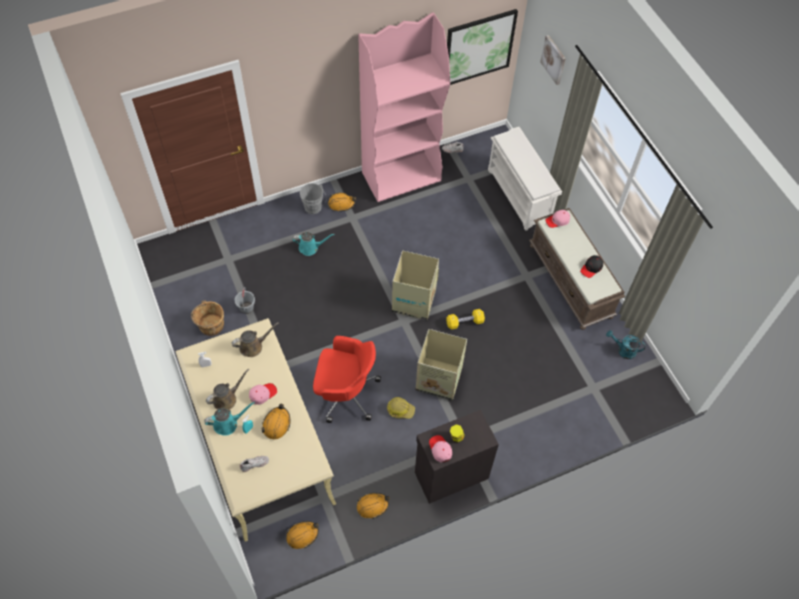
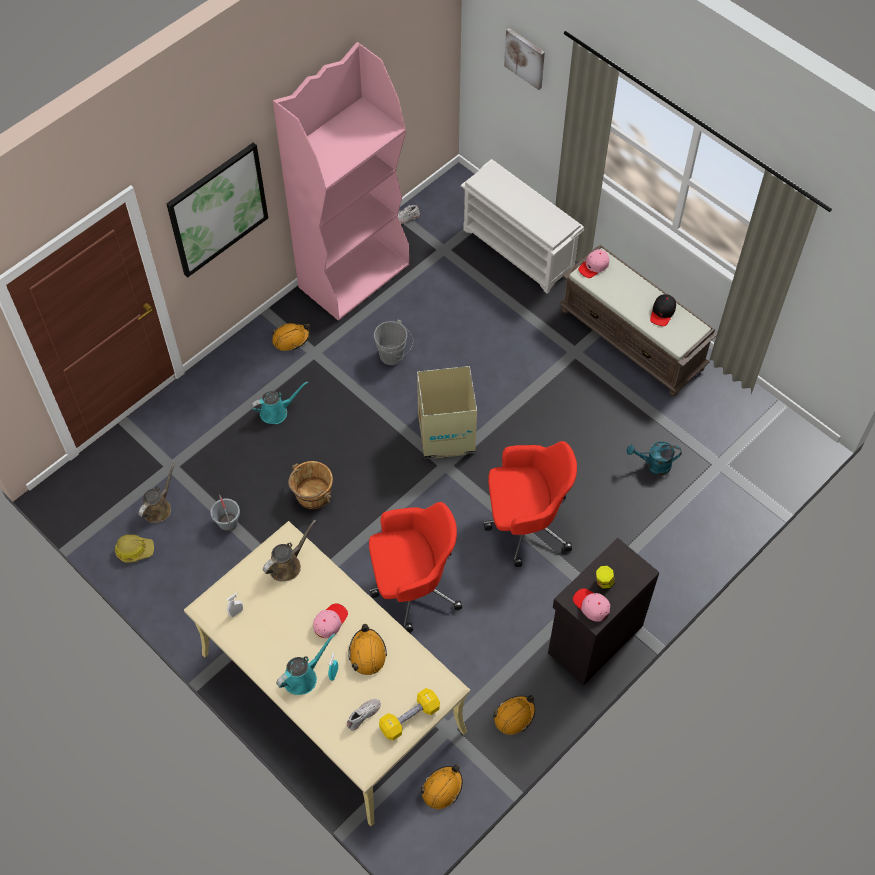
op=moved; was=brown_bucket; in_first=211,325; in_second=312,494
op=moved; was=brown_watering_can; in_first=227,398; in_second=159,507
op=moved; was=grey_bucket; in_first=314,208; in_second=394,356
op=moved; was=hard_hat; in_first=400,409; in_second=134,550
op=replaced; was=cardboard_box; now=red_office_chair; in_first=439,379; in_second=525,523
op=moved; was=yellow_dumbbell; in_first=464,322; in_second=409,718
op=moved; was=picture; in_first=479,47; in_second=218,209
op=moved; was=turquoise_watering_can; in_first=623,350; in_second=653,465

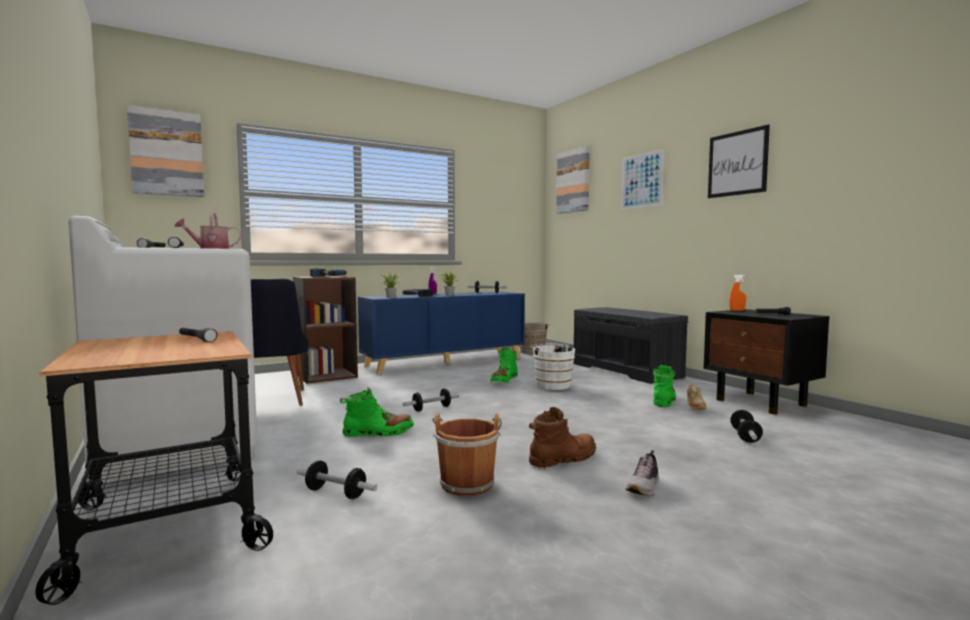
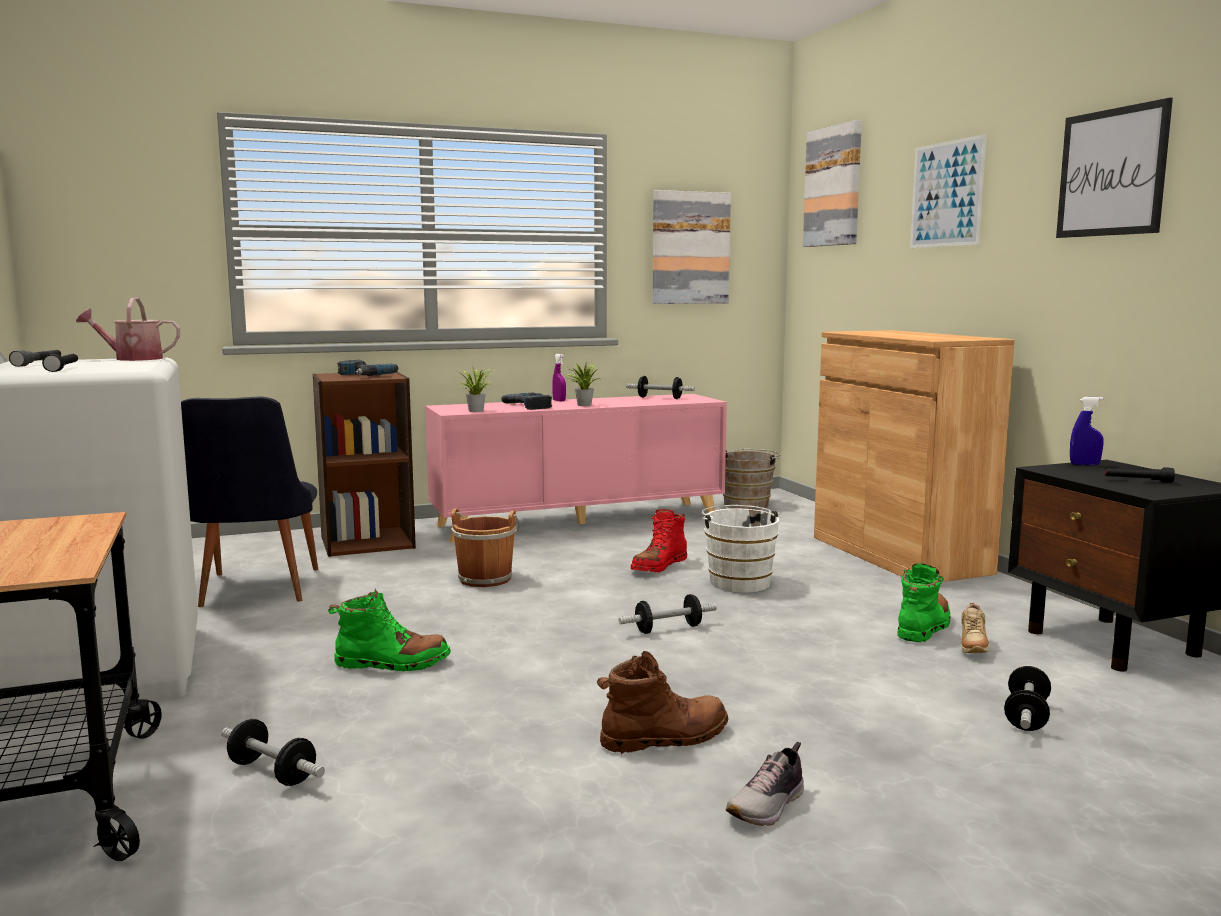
op=moved; was=picture; in_first=167,153; in_second=690,248
op=removed; was=grey_flashlight; in_first=196,340
op=recoloured; was=blue_cabinet; now=pink_cabinet; in_first=445,362; in_second=580,521
op=moved; was=dumbbell; in_first=431,408; in_second=668,629
op=moved; was=brown_bucket; in_first=466,483; in_second=485,578
op=recoloured; was=green_boot; now=red_boot; in_first=504,380; in_second=659,566
op=replaced; was=grey_bench; now=brown_cabinet; in_first=627,370; in_second=899,555
op=recoloured; was=orange_spray_bottle; now=blue_spray_bottle; in_first=737,310; in_second=1084,464

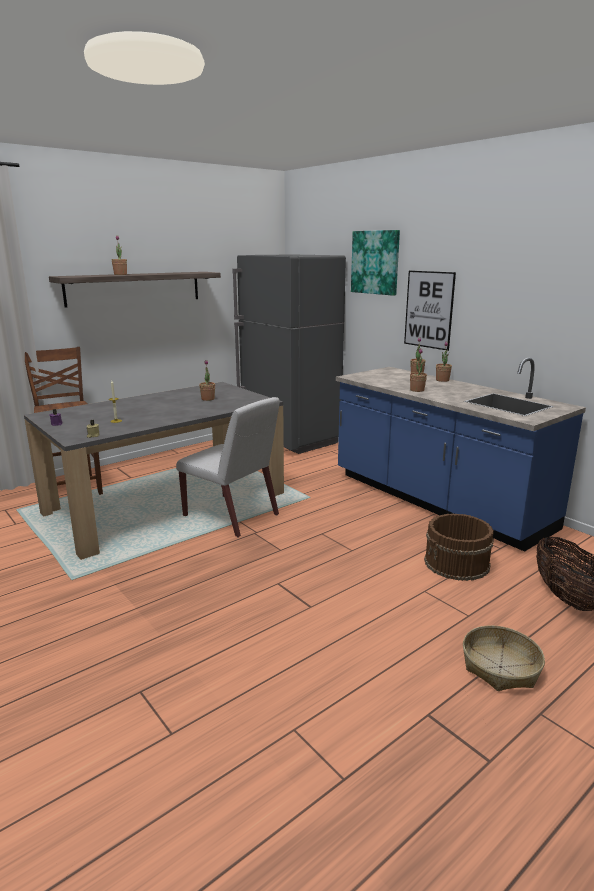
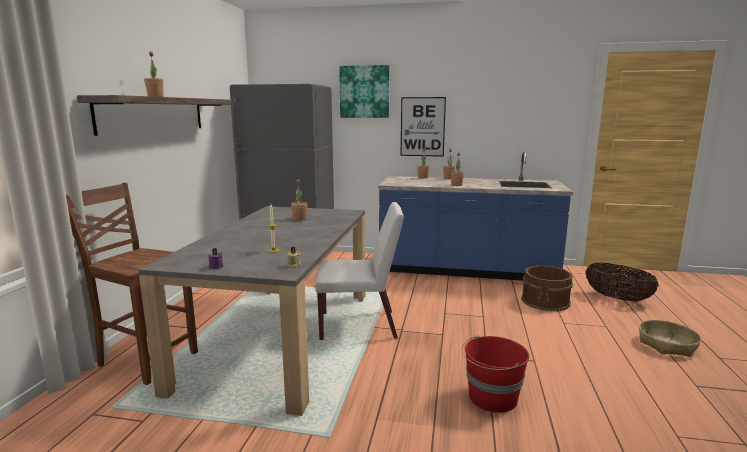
op=added; now=red_bucket; in_second=492,398

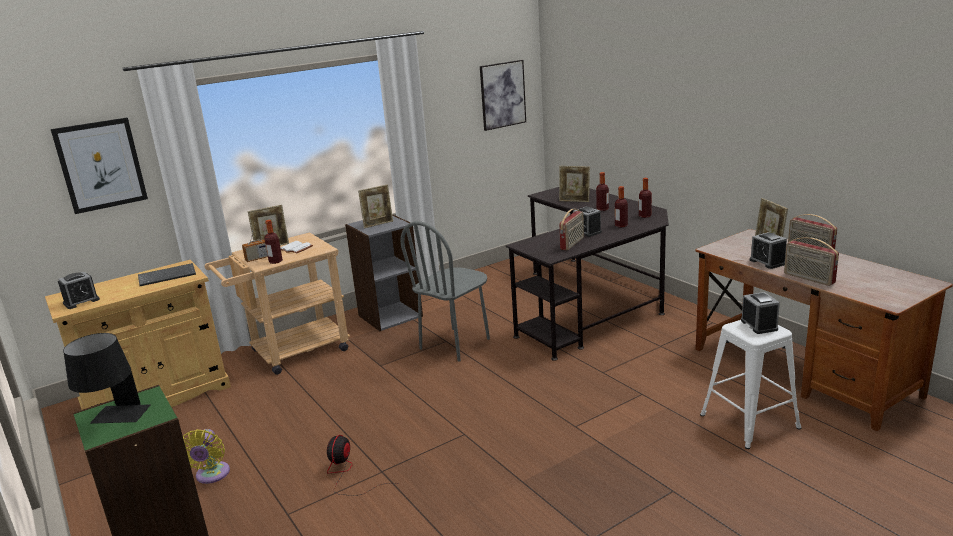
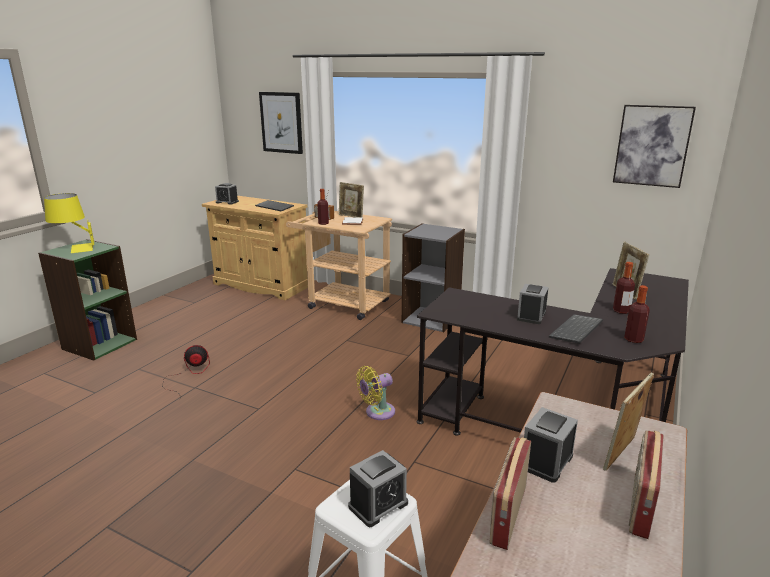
op=recoloured; was=black_table_lamp; now=yellow_table_lamp; in_first=115,420; in_second=74,248
op=moved; was=yellow_fan; in_first=211,475; in_second=377,412
op=removed; was=picture_frame; in_first=378,224
op=removed; was=grey_chair; in_first=455,344
op=removed; was=radio; in_first=572,243
op=replaced; was=bottle; now=keyboard; in_first=621,225; in_second=577,331

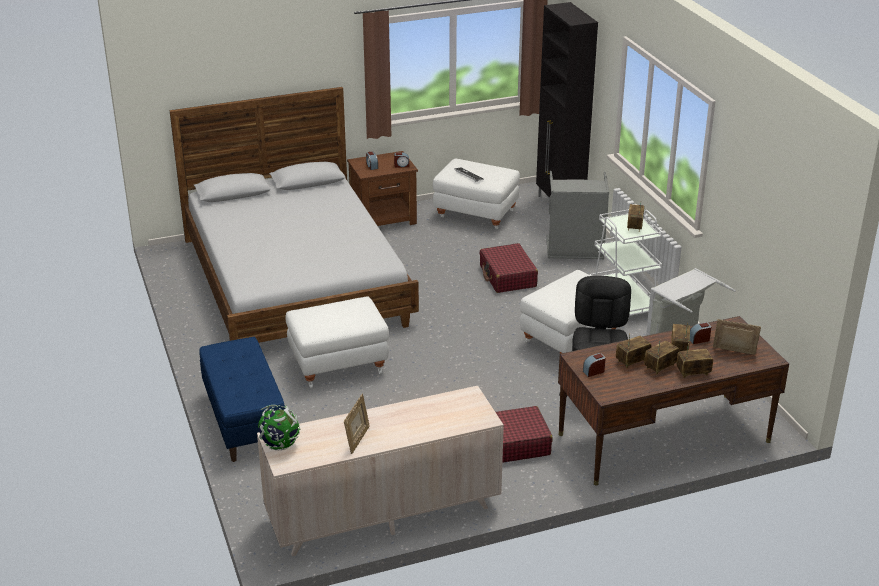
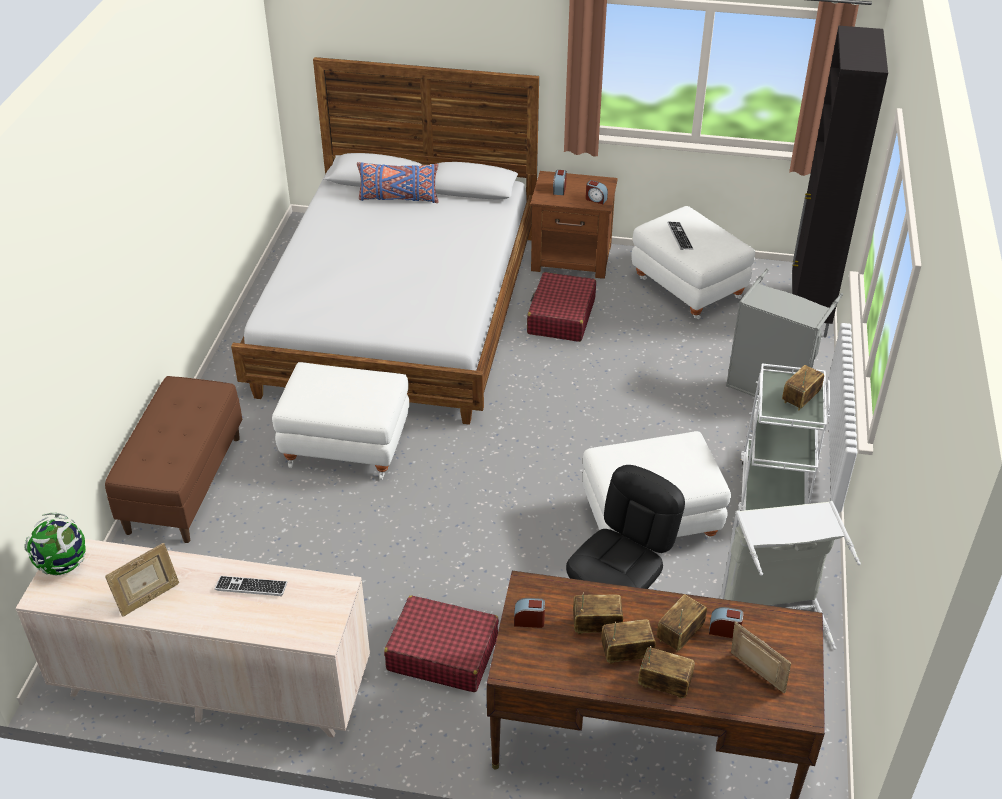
op=recoloured; was=blue_bench; now=brown_bench; in_first=244,421; in_second=184,483
op=moved; was=red_suitcase; in_first=507,276; in_second=561,317
op=added; now=keyboard; in_second=251,587
op=added; now=blue_pillow; in_second=398,198

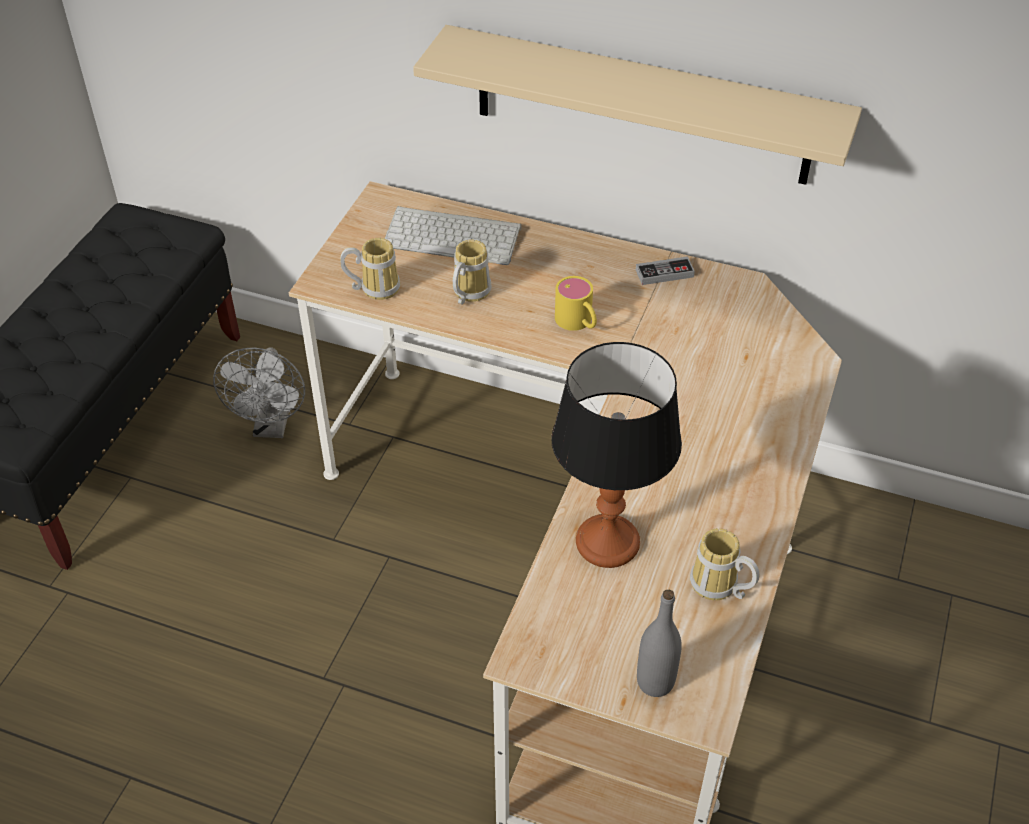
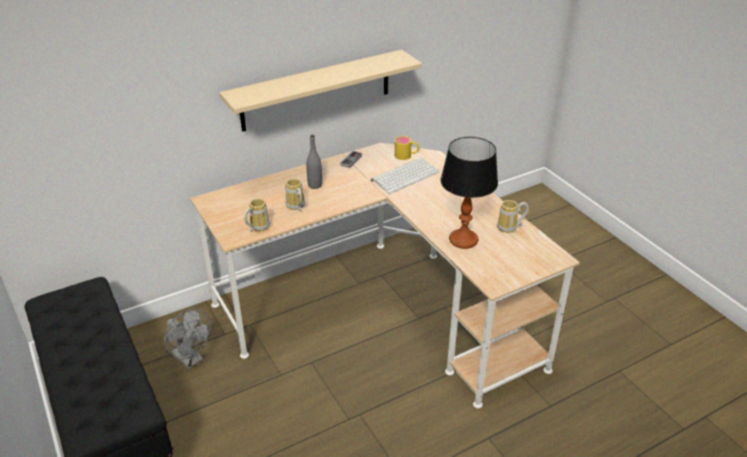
op=moved; was=keyboard; in_first=454,236; in_second=405,175
op=moved; was=yellow_mug; in_first=578,323; in_second=406,155
op=moved; was=grey_bottle; in_first=655,682; in_second=315,185

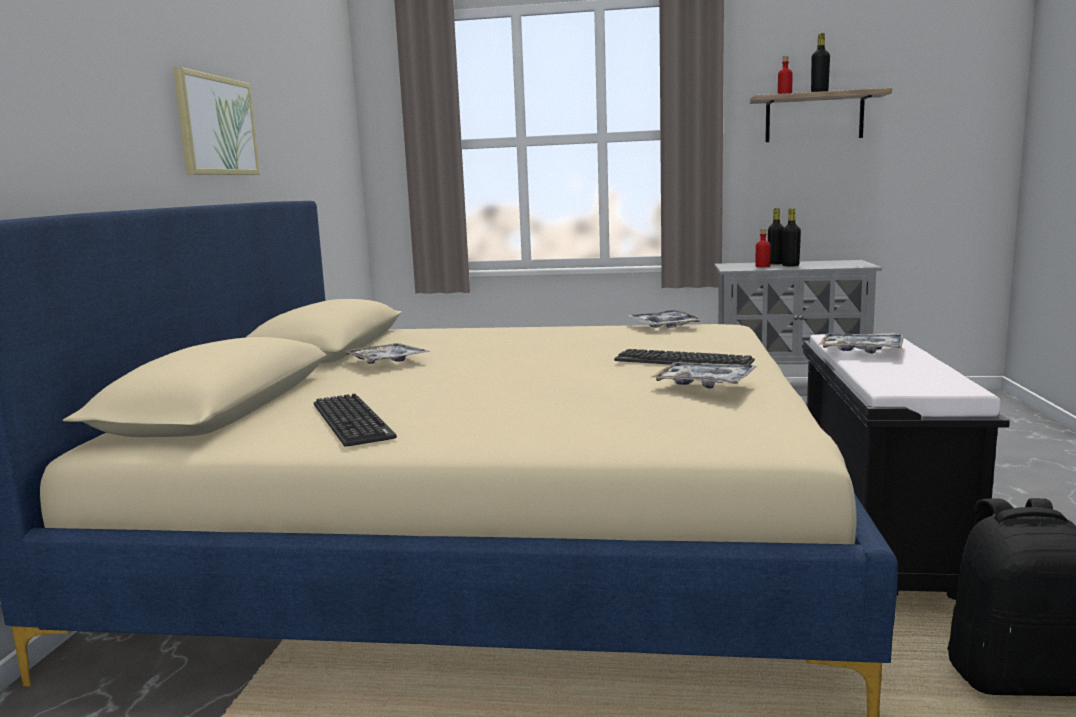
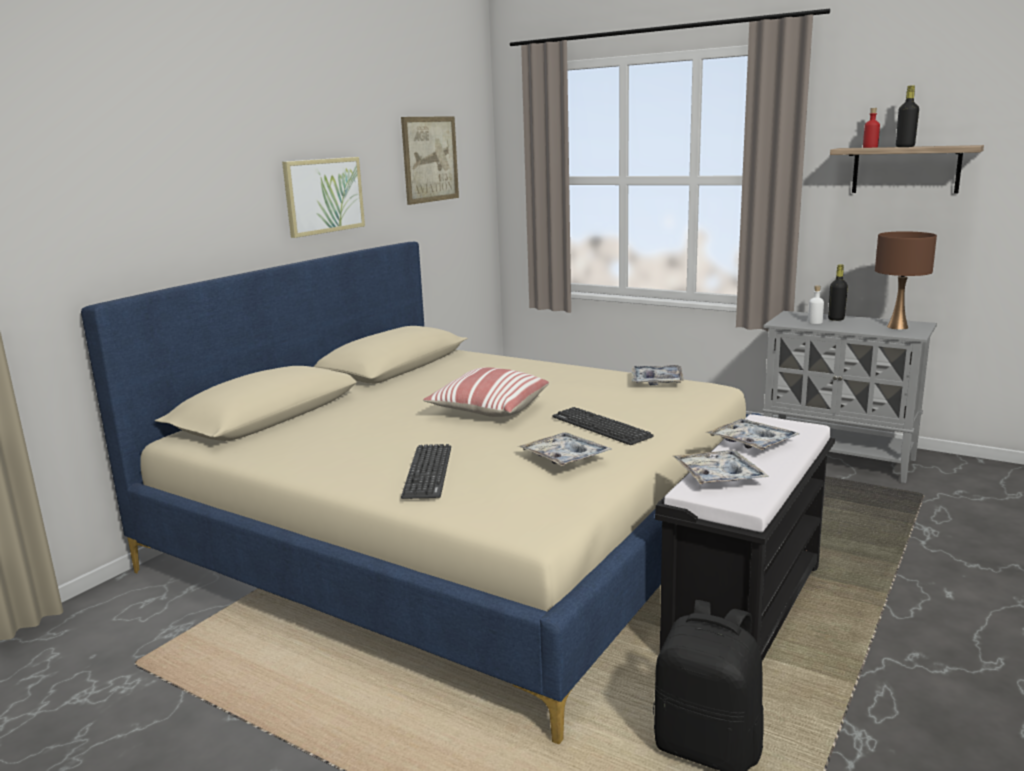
op=moved; was=keyboard; in_first=352,421; in_second=428,472
op=moved; was=tray; in_first=386,361; in_second=718,476
op=recoloured; was=red_bottle; now=white_bottle; in_first=762,266; in_second=815,322
op=removed; was=black_bottle; in_first=790,266
op=added; now=picture; in_second=430,159
op=added; now=pillow; in_second=488,409
op=added; now=brown_table_lamp; in_second=898,327

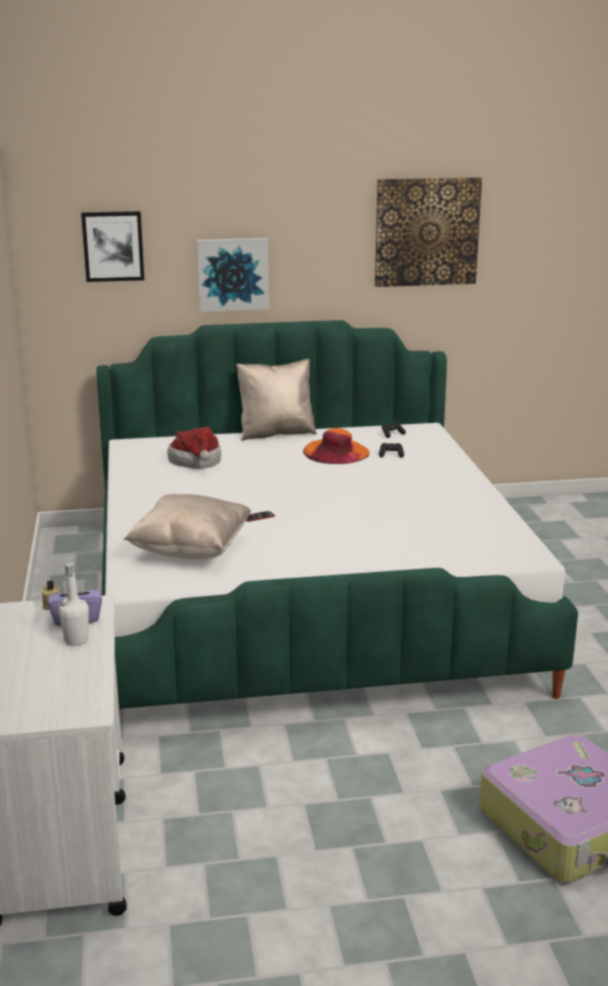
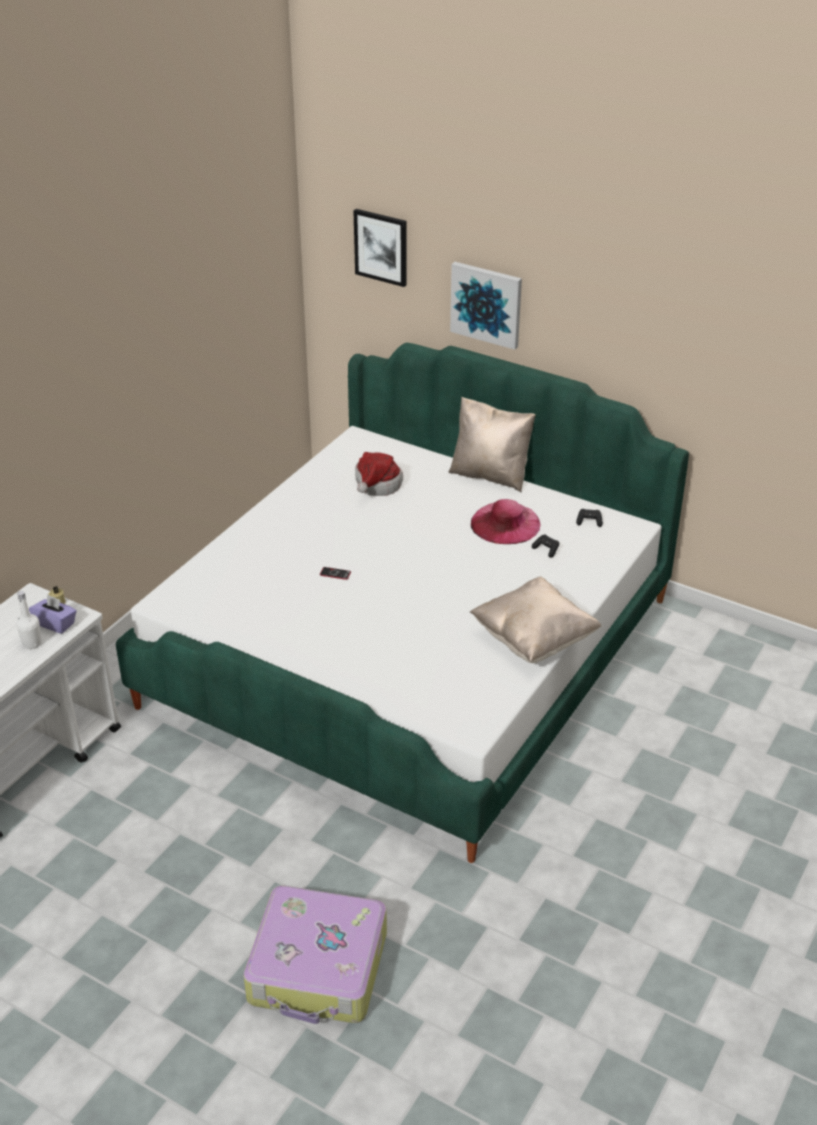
op=moved; was=beige_pillow; in_first=191,550; in_second=534,639
op=recoloured; was=orange_hat; now=pink_hat; in_first=336,452; in_second=505,523
op=removed; was=picture; in_first=426,232

